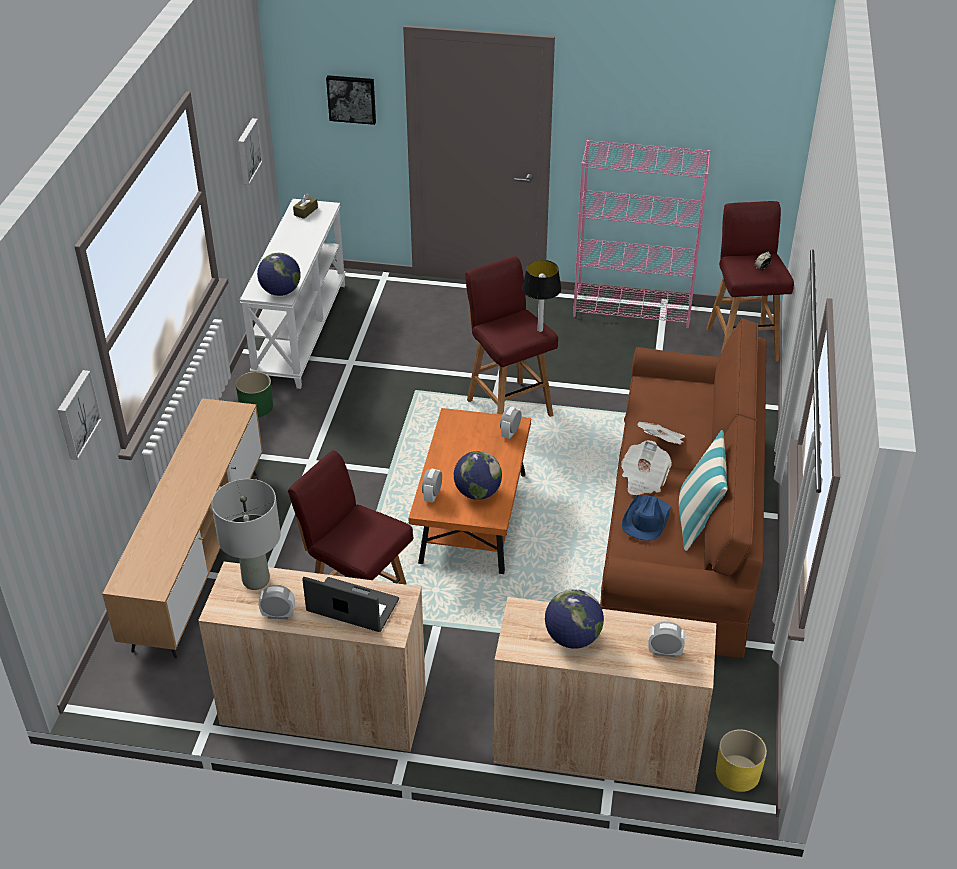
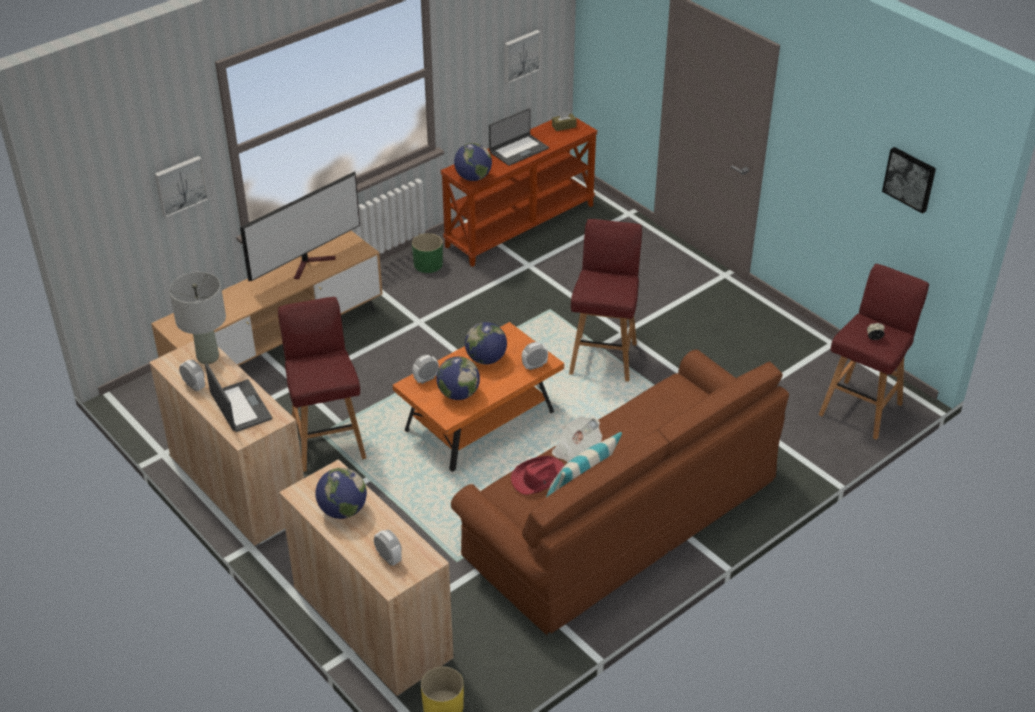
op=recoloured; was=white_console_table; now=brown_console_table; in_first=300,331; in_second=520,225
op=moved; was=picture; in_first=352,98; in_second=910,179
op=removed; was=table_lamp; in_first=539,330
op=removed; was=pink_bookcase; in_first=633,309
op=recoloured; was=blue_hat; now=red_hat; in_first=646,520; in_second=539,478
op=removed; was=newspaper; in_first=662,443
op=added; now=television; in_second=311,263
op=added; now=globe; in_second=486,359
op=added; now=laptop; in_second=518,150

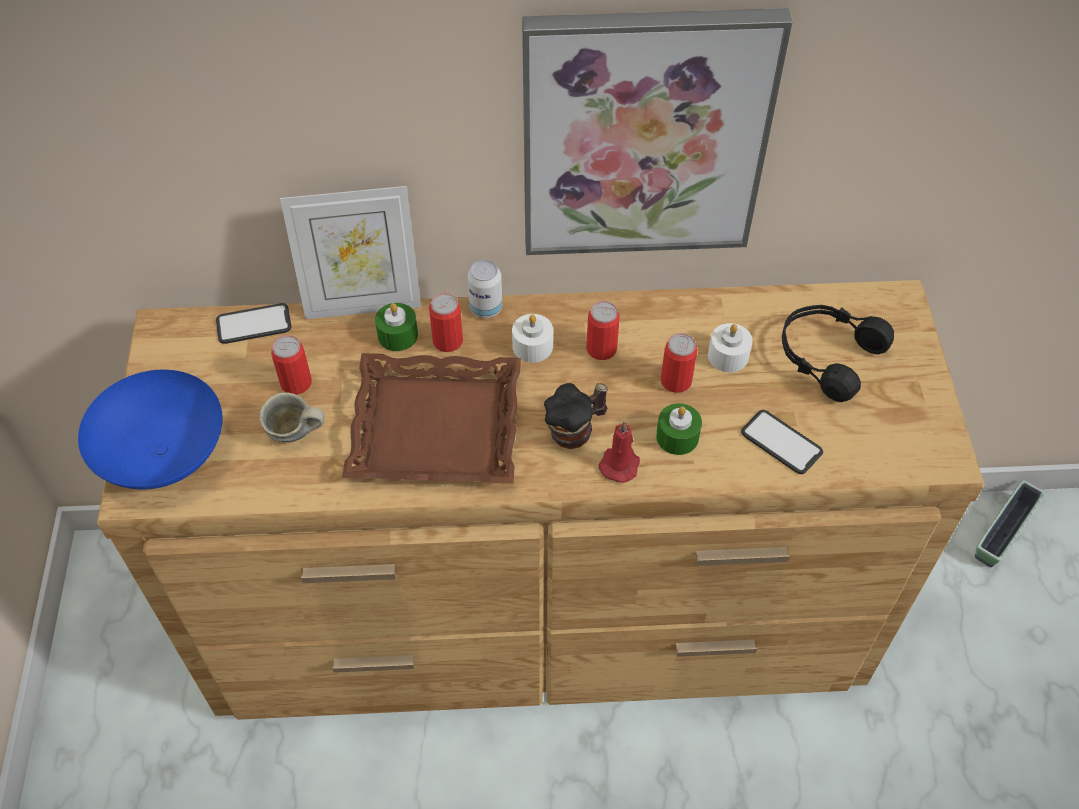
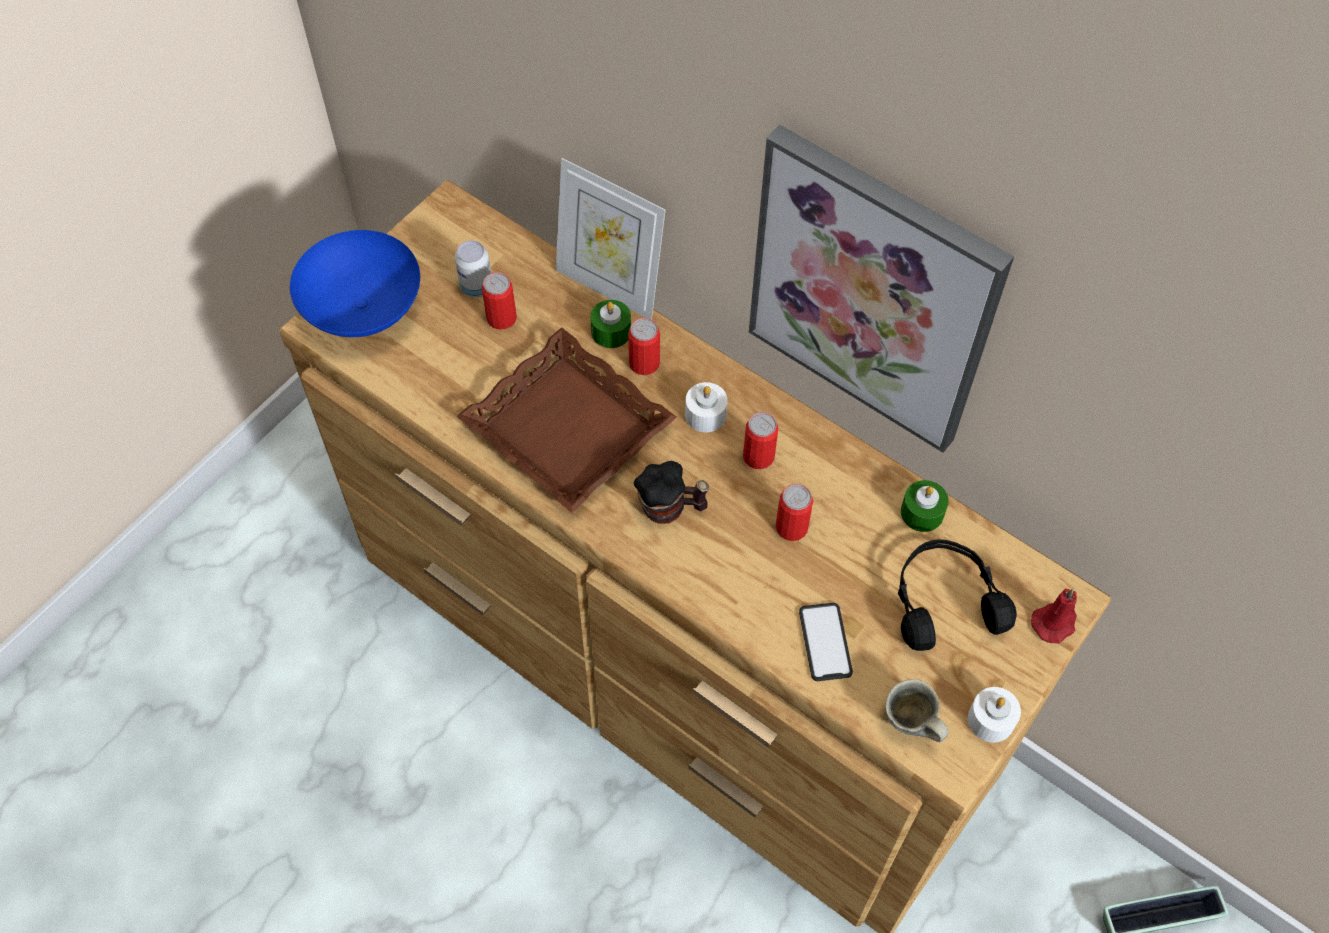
op=removed; was=phone; in_first=254,324
op=moved; was=grey_mug; in_first=294,437; in_second=909,725
op=moved; was=can; in_first=486,308; in_second=476,287
op=moved; was=red_candle; in_first=620,463; in_second=1055,623
op=moved; was=green_candle; in_first=677,437; in_second=922,513
op=moved; was=white_candle; in_first=728,356; in_second=991,720

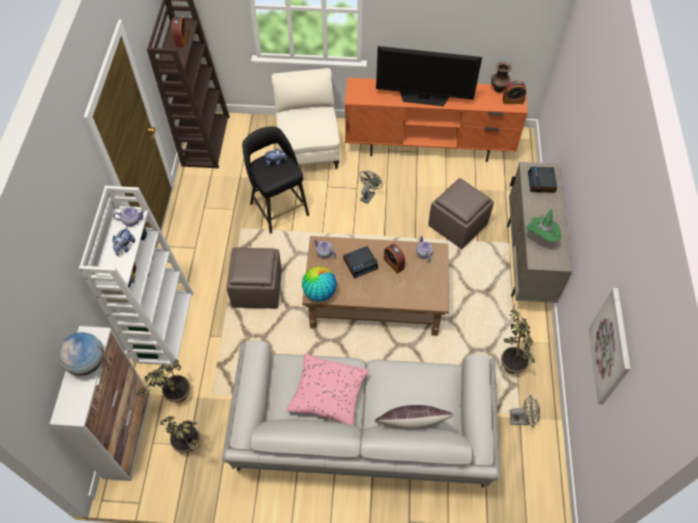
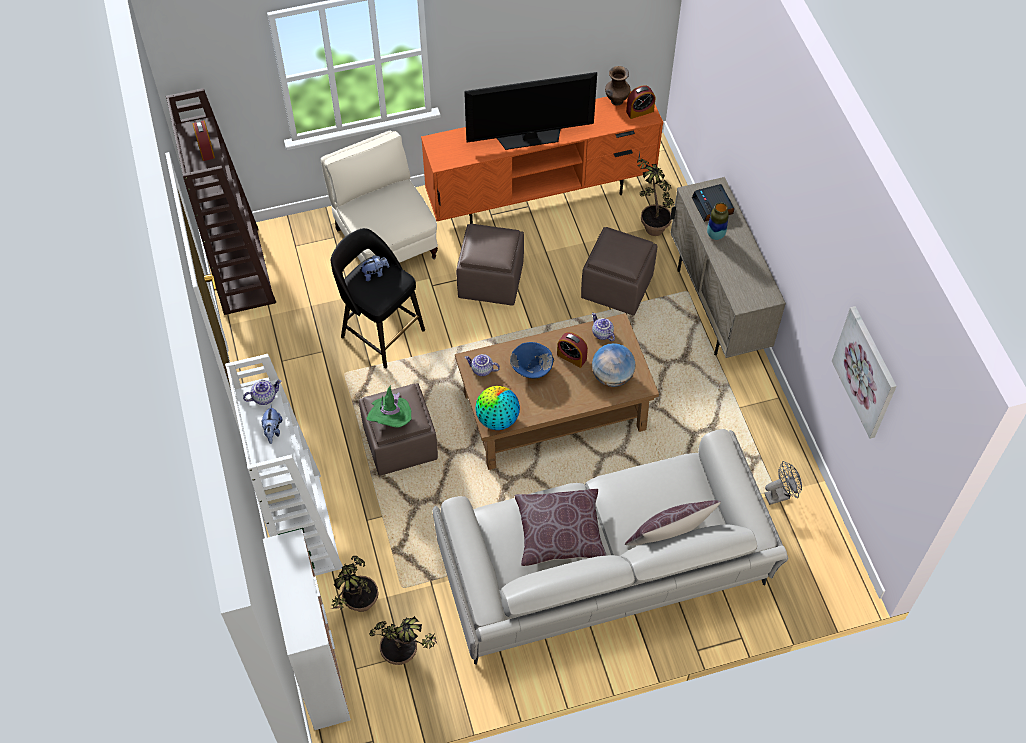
op=moved; was=globe; in_first=88,363; in_second=612,376
op=recoloured; was=pink_pillow; now=brown_pillow; in_first=328,394; in_second=559,533
op=replaced; was=alarm_clock; now=blue_bowl; in_first=360,263; in_second=532,369
op=replaced; was=grey_fan; now=brown_ottoman; in_first=368,195; in_second=490,281
op=moved; was=potted_plant; in_first=510,361; in_second=651,224
op=moved; was=green_hat; in_first=541,236; in_second=391,419
op=added; now=vase; in_second=715,235

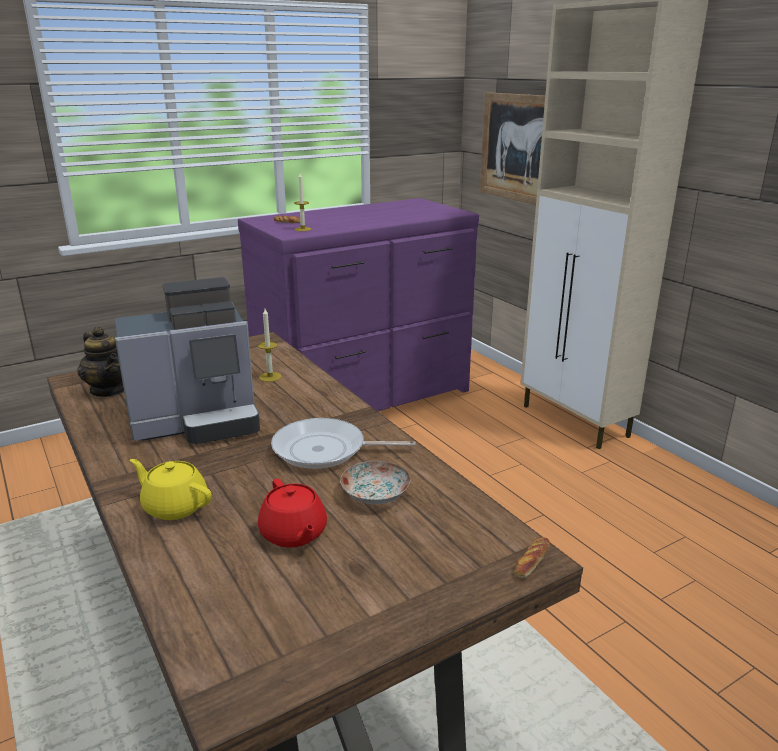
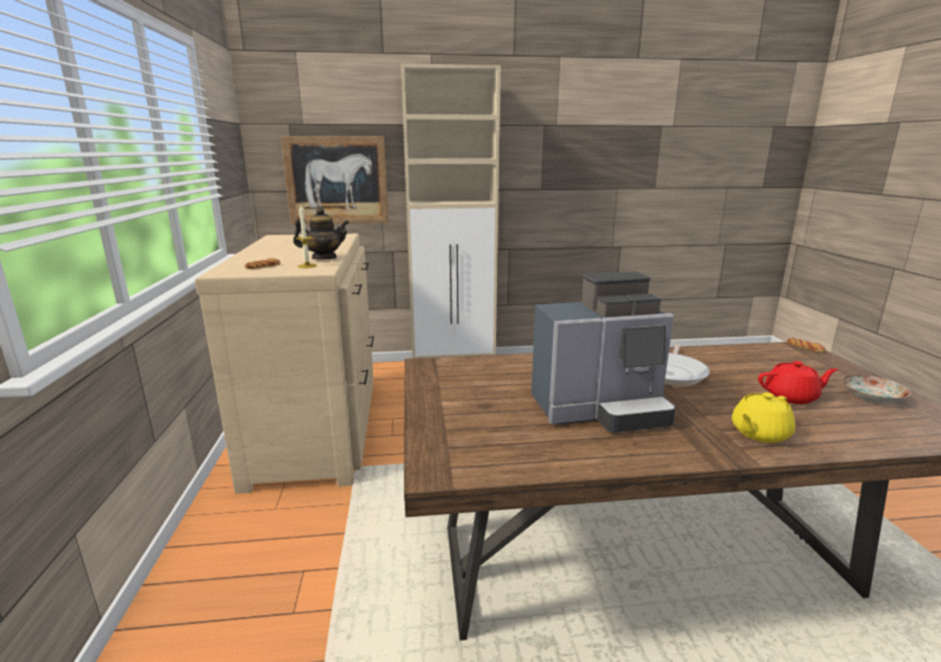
op=moved; was=teapot; in_first=109,390; in_second=324,258
op=turned; was=coffee_machine; in_first=199,422; in_second=601,410; clockwise=75
op=recoloured; was=purple_dresser; now=beige_dresser; in_first=366,397; in_second=318,429
op=removed; was=candle; in_first=270,377
op=moved; was=plate; in_first=376,494; in_second=872,397

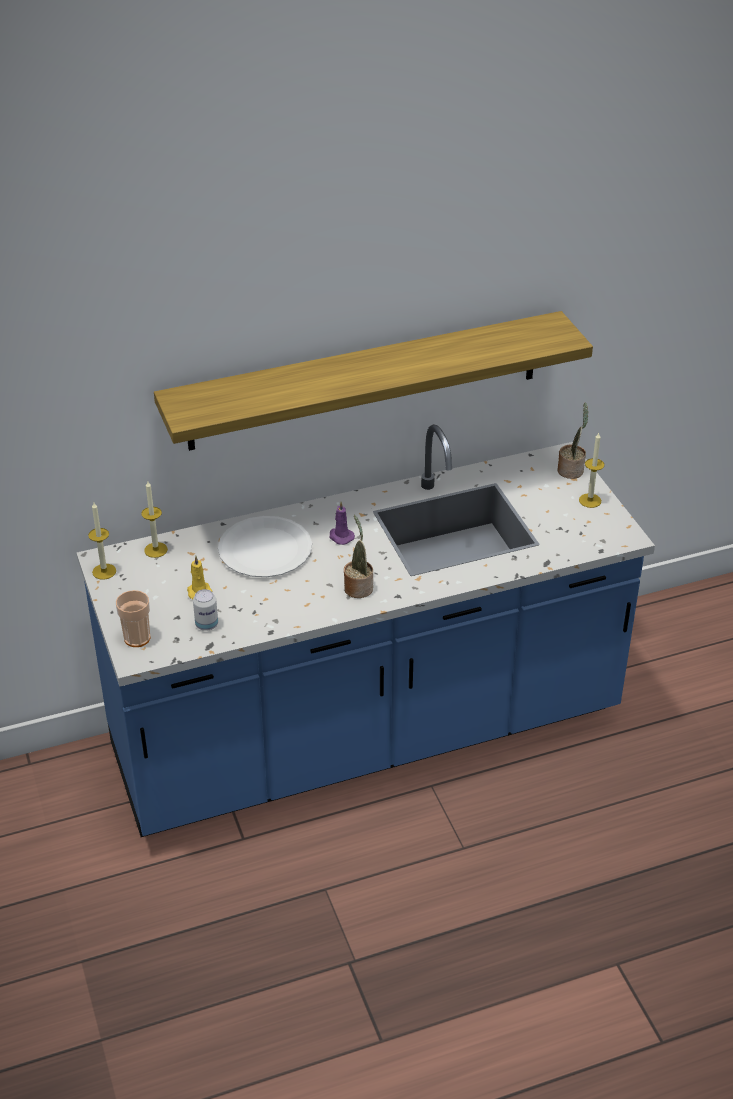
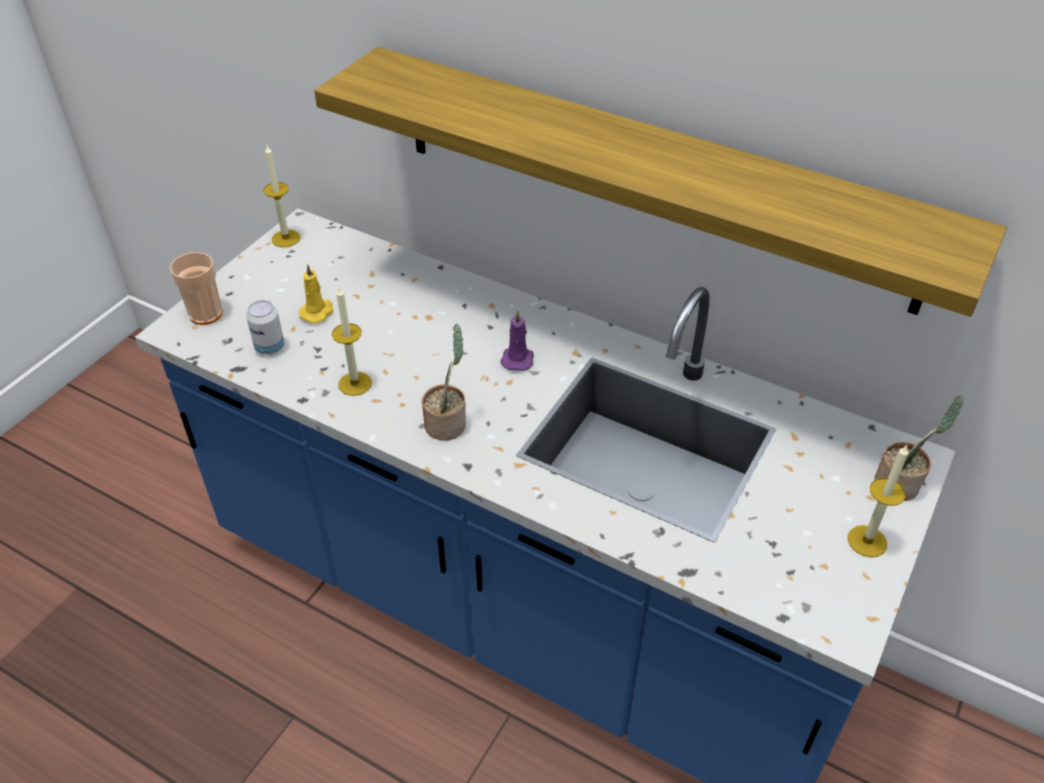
op=moved; was=candle; in_first=156,550; in_second=355,383
op=removed; was=white_plate; in_first=265,549

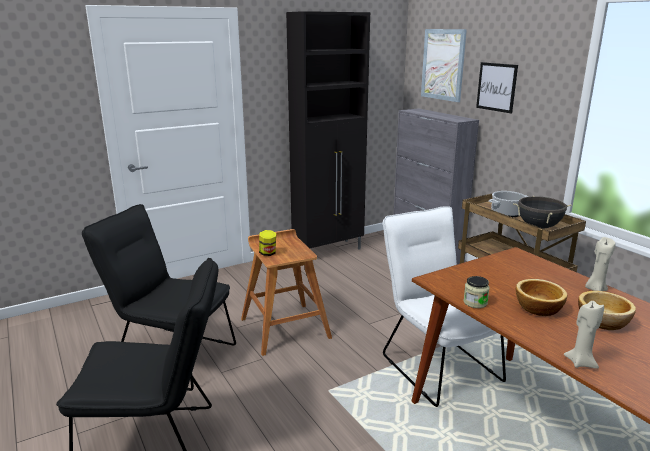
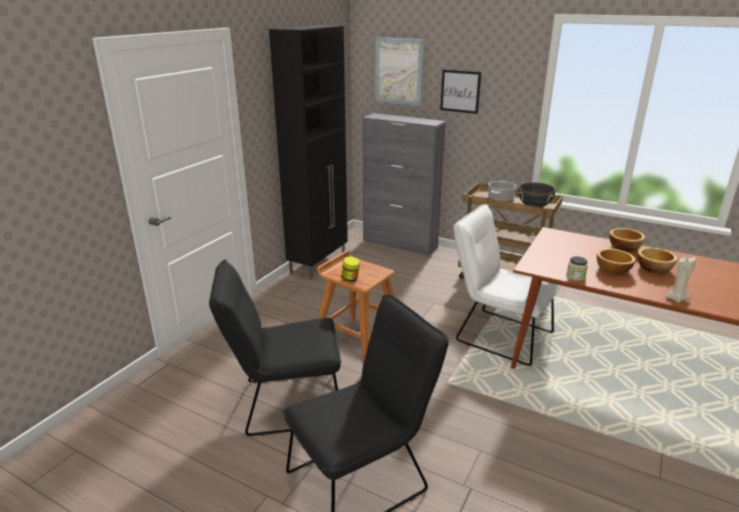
op=replaced; was=beige_candle; now=bowl; in_first=595,289; in_second=624,247

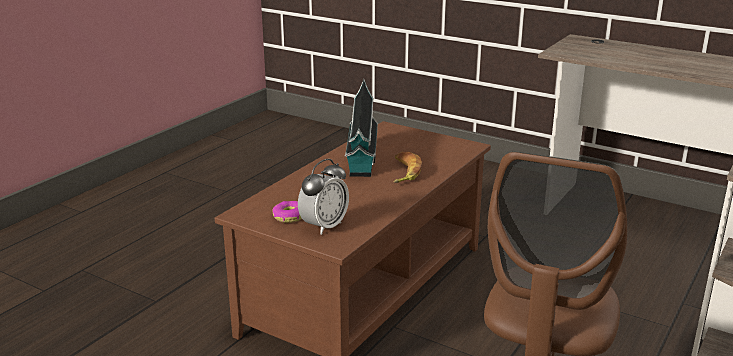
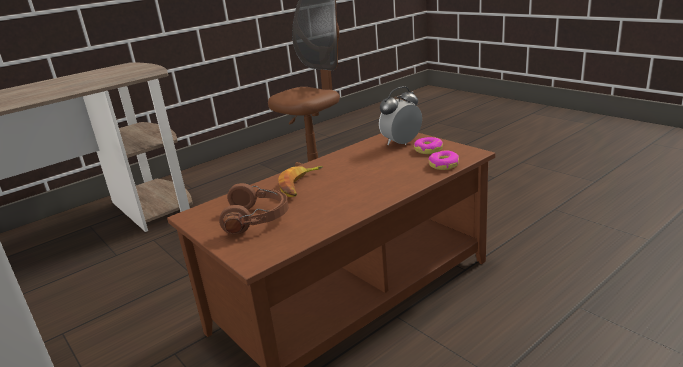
op=removed; was=toy_house; in_first=362,161
op=added; now=brown_headphones; in_second=257,219
op=added; now=donut; in_second=443,165

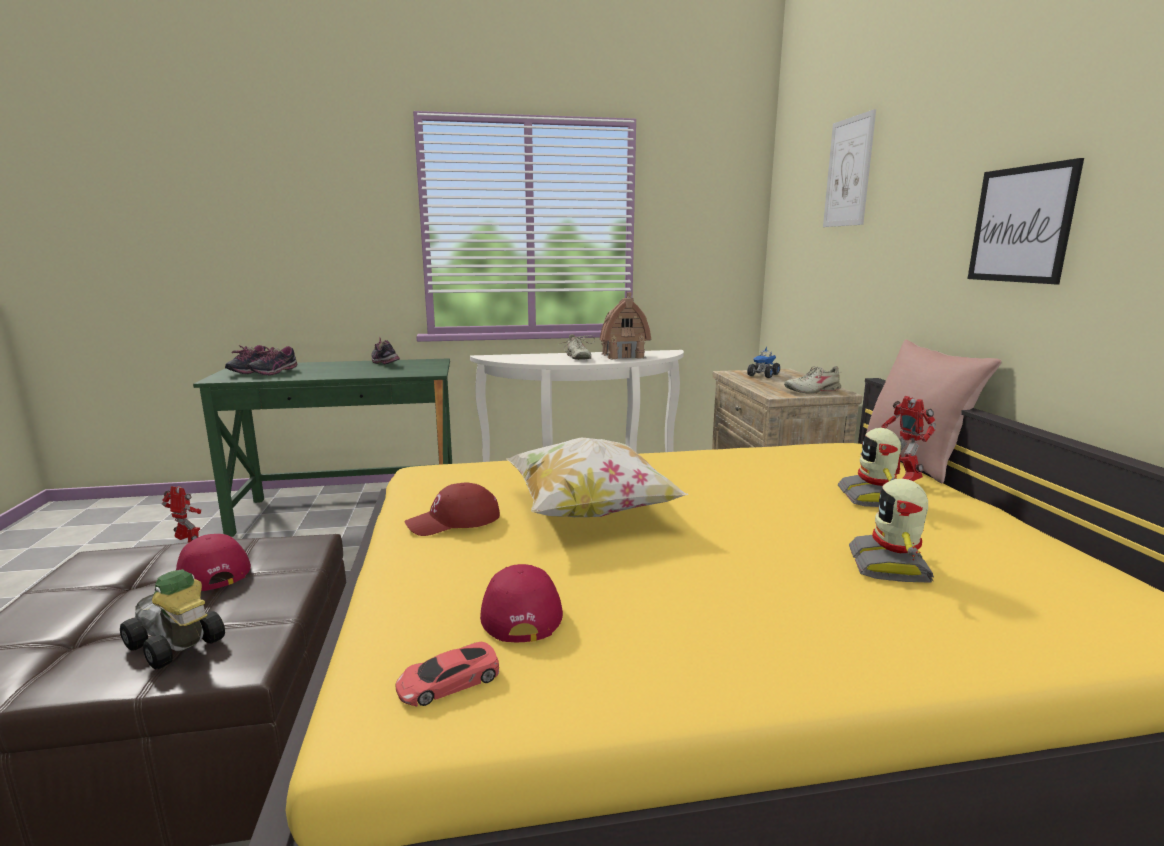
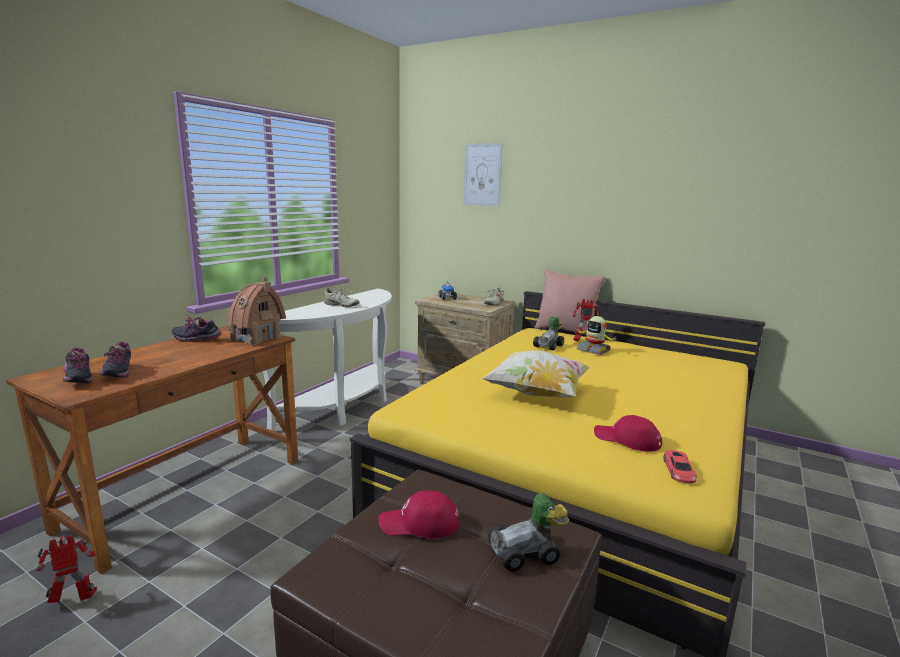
op=recoloured; was=green_desk; now=brown_desk; in_first=350,510; in_second=187,493
op=removed; was=red_cap; in_first=454,521
op=moved; was=toy_house; in_first=623,356; in_second=256,338
op=removed; was=toy_robot; in_first=890,566
op=removed; was=picture; in_first=1021,224
op=added; now=toy_car; in_second=550,346

